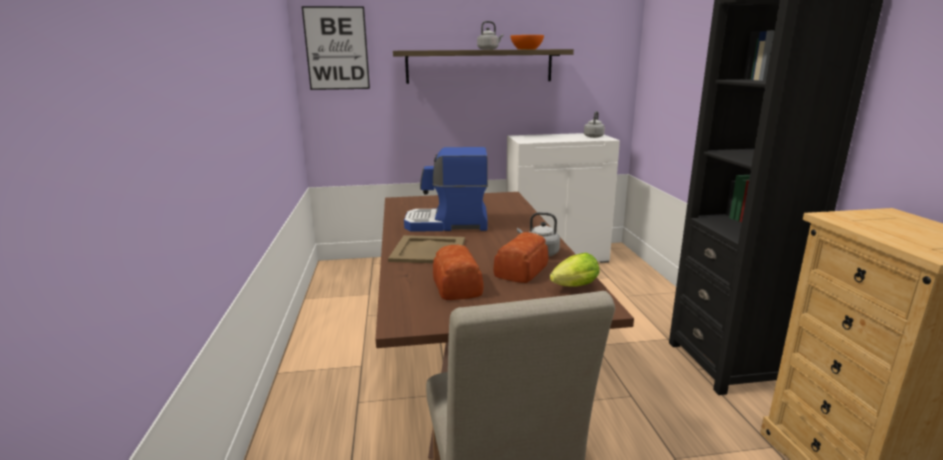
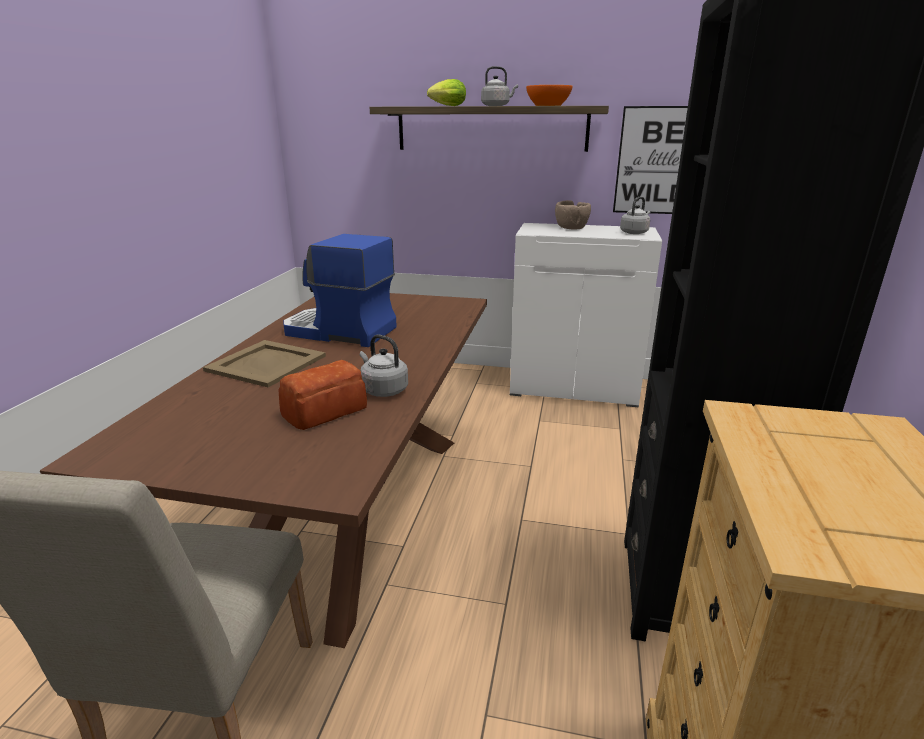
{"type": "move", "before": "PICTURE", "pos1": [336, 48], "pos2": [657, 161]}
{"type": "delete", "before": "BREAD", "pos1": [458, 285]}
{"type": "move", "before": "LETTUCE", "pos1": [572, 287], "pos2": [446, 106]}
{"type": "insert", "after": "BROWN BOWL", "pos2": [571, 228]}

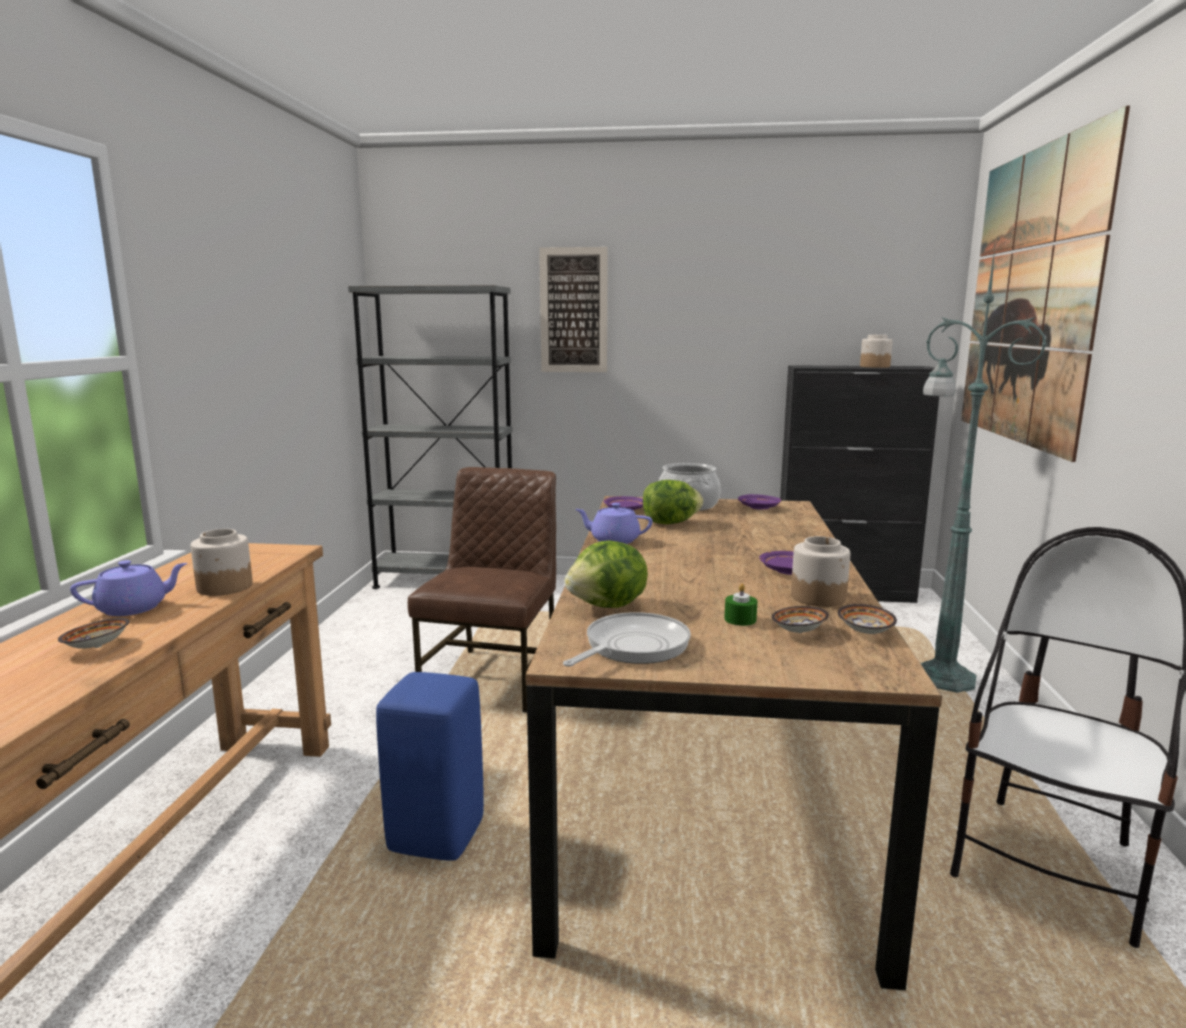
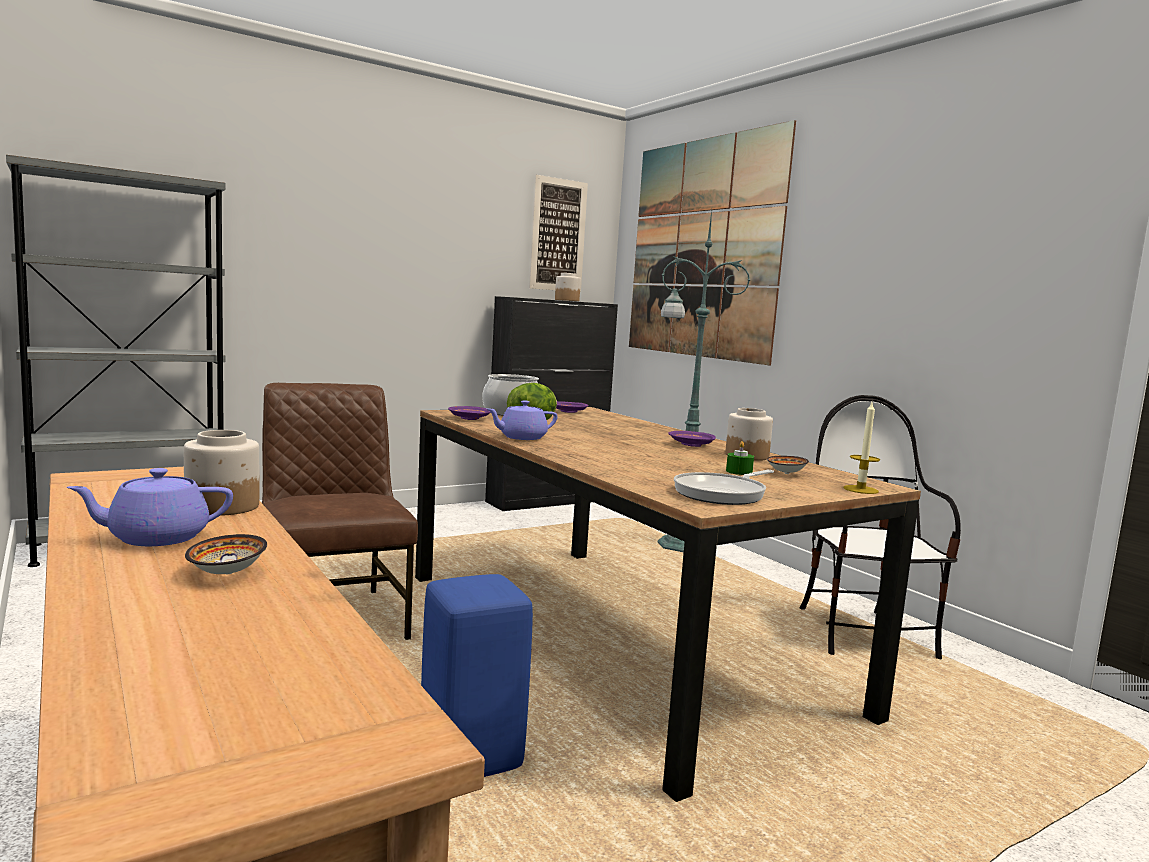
{"type": "move", "before": "PICTURE", "pos1": [573, 310], "pos2": [558, 235]}
{"type": "delete", "before": "LETTUCE", "pos1": [608, 606]}
{"type": "rotate", "before": "PURPLE TEAPOT", "pos1": [134, 608], "pos2": [156, 538], "turn": -135}
{"type": "delete", "before": "BOWL", "pos1": [865, 632]}
{"type": "rotate", "before": "FRYING PAN", "pos1": [632, 647], "pos2": [723, 494], "turn": -135}
{"type": "insert", "after": "CANDLE", "pos2": [860, 489]}

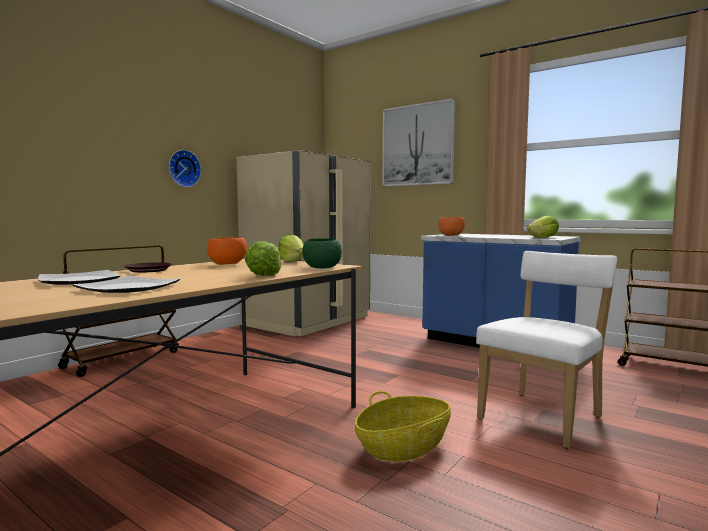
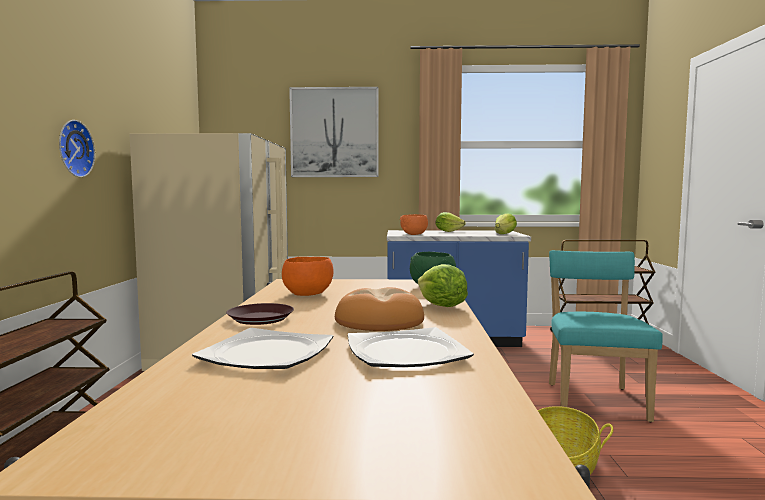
{"type": "move", "before": "LETTUCE", "pos1": [292, 262], "pos2": [448, 231]}
{"type": "recolor", "before": "WHITE CHAIR", "after": "TURQUOISE CHAIR", "pos1": [543, 416], "pos2": [594, 399]}
{"type": "insert", "after": "BREAD", "pos2": [378, 321]}

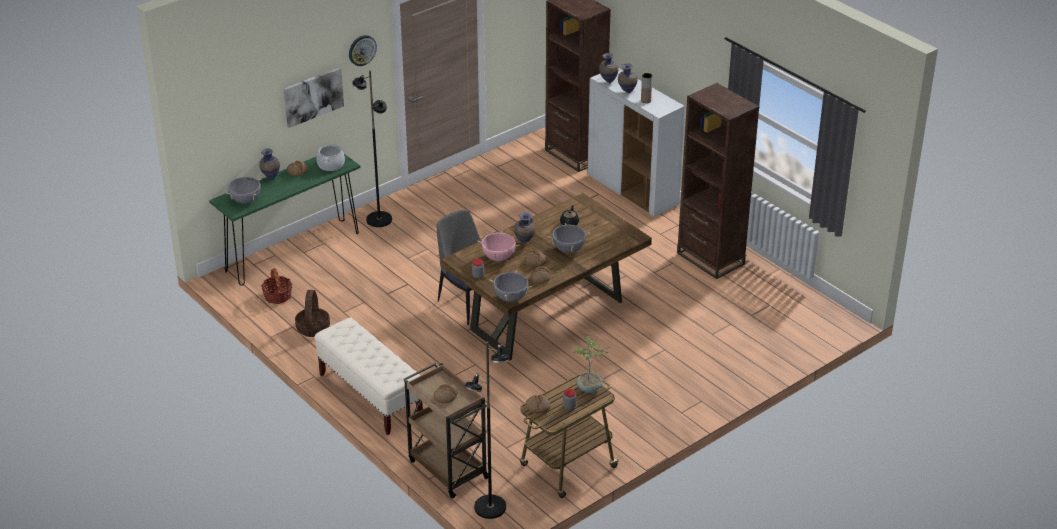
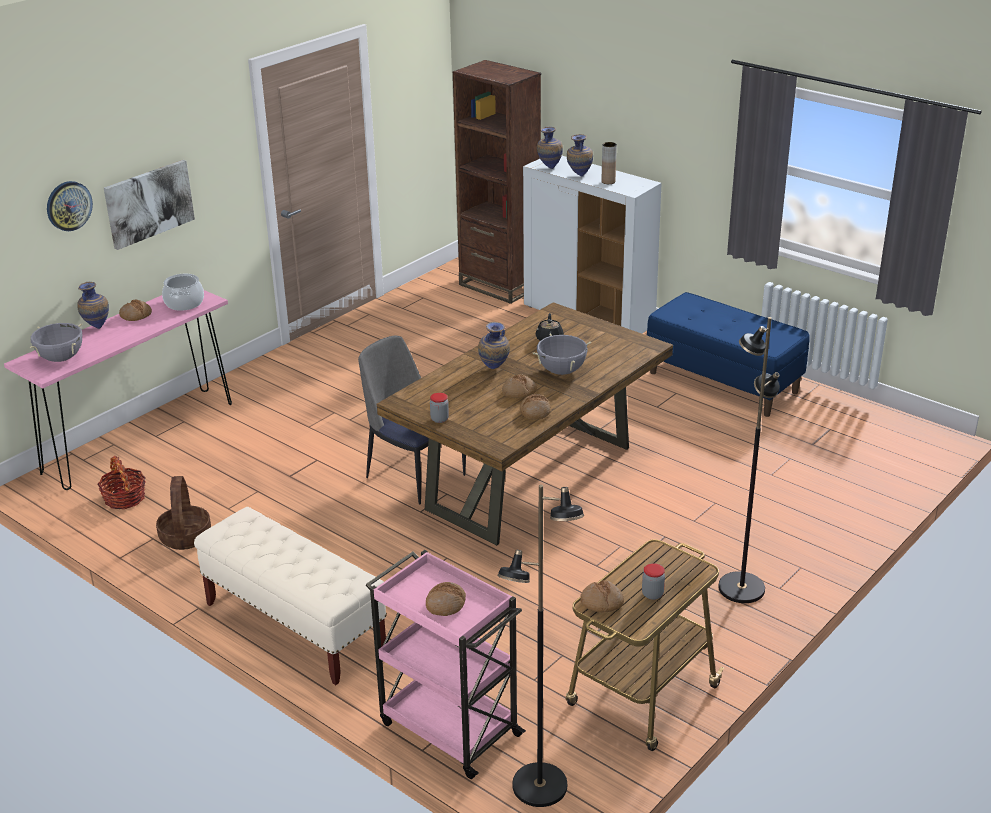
{"type": "move", "before": "WALL CLOCK", "pos1": [362, 50], "pos2": [68, 205]}
{"type": "move", "before": "BLACK FLOOR LAMP", "pos1": [378, 219], "pos2": [740, 588]}
{"type": "replace", "before": "BROWN BOOKCASE", "after": "BLUE BENCH", "pos1": [710, 258], "pos2": [723, 382]}
{"type": "recolor", "before": "GREEN CONSOLE TABLE", "after": "PINK CONSOLE TABLE", "pos1": [292, 252], "pos2": [139, 437]}
{"type": "delete", "before": "PINK COOKING POT", "pos1": [498, 258]}
{"type": "delete", "before": "GREY COOKING POT", "pos1": [511, 298]}
{"type": "delete", "before": "POTTED PLANT", "pos1": [589, 388]}
{"type": "recolor", "before": "BROWN CART", "after": "PINK CART", "pos1": [447, 468], "pos2": [448, 727]}

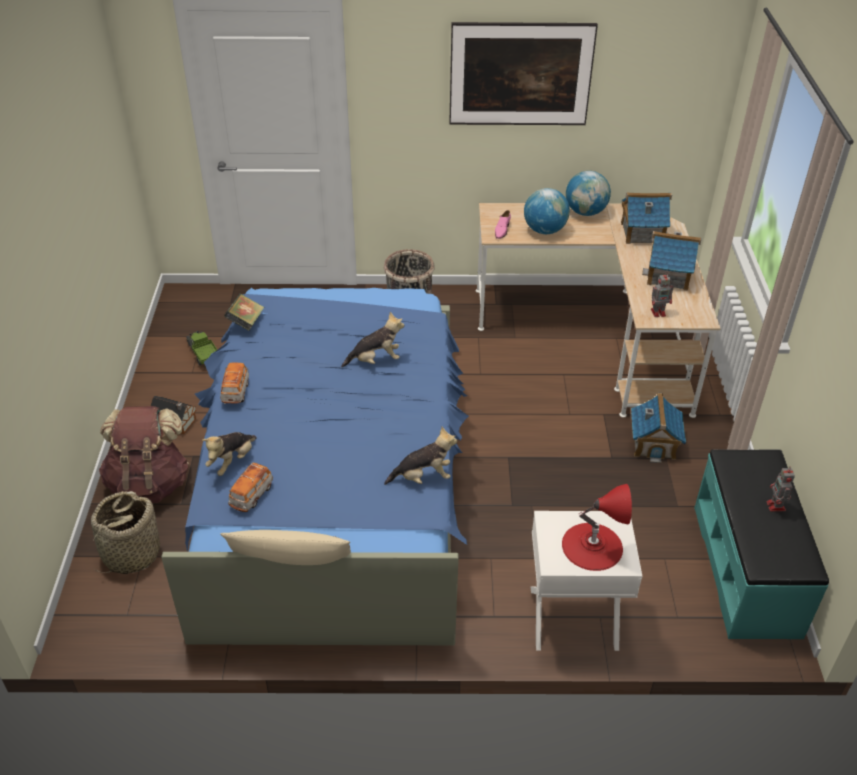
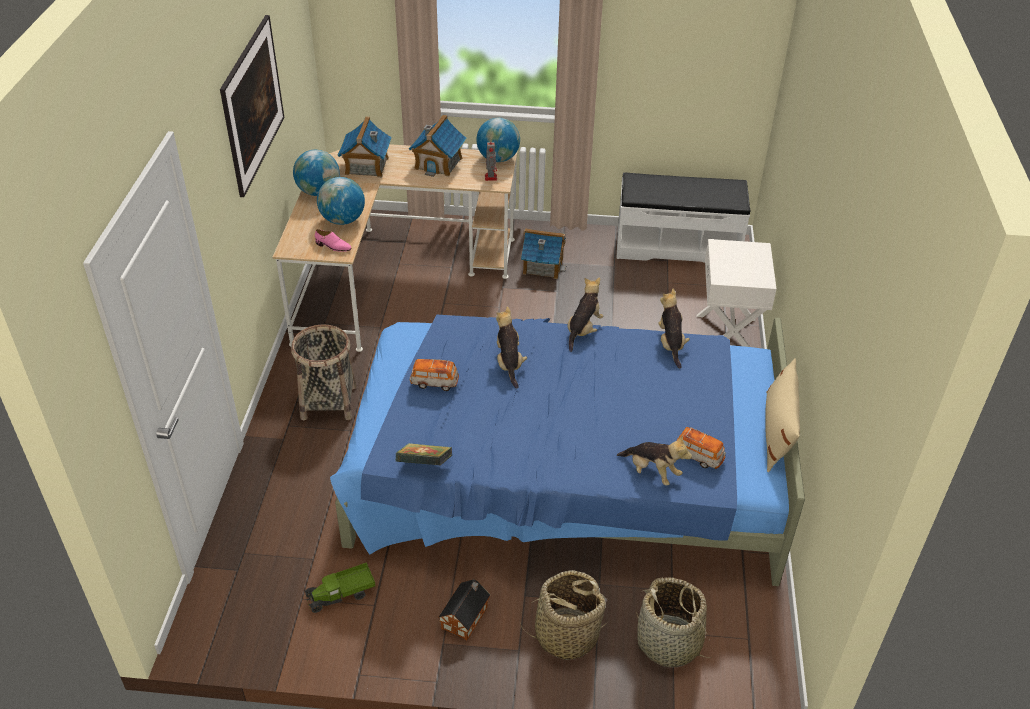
{"type": "move", "before": "TOY CAR", "pos1": [236, 391], "pos2": [434, 383]}
{"type": "replace", "before": "BROWN BACKPACK", "after": "BASKET", "pos1": [150, 484], "pos2": [566, 634]}
{"type": "recolor", "before": "TURQUOISE BENCH", "after": "WHITE BENCH", "pos1": [747, 569], "pos2": [677, 246]}
{"type": "delete", "before": "TOY ROBOT", "pos1": [776, 507]}
{"type": "delete", "before": "RED TABLE LAMP", "pos1": [592, 546]}
{"type": "insert", "after": "GLOBE", "pos2": [498, 158]}
{"type": "insert", "after": "PLUSH TOY", "pos2": [583, 330]}

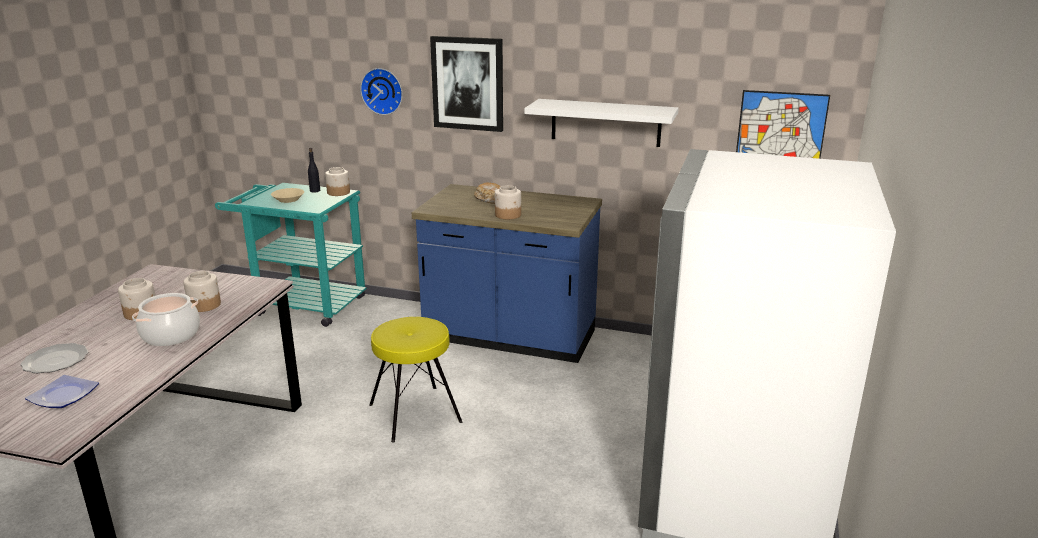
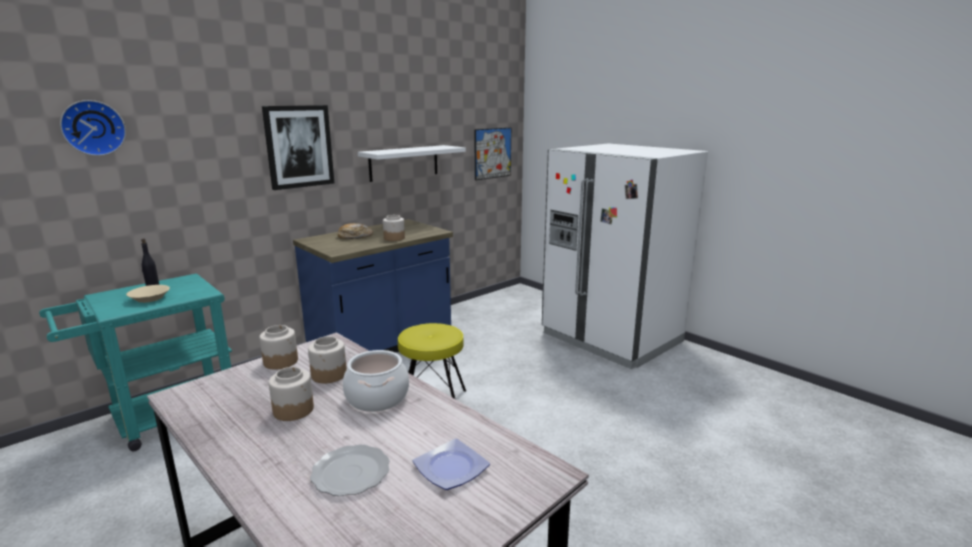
{"type": "move", "before": "WALL CLOCK", "pos1": [383, 91], "pos2": [93, 128]}
{"type": "move", "before": "JAR", "pos1": [339, 192], "pos2": [281, 361]}

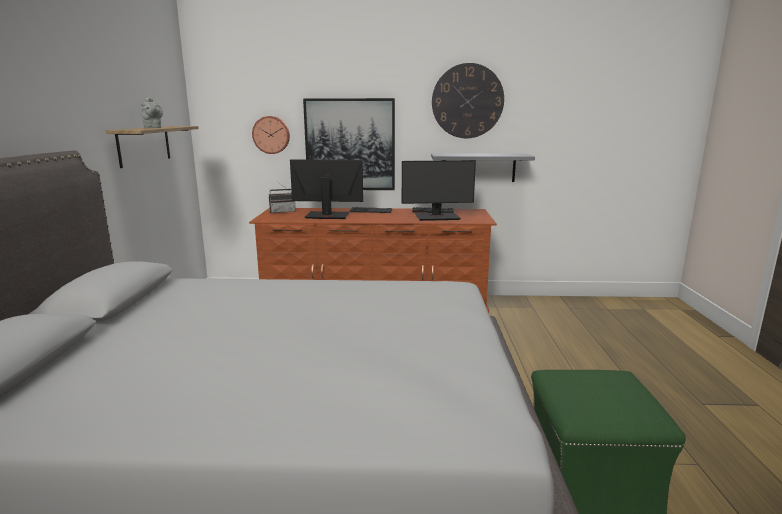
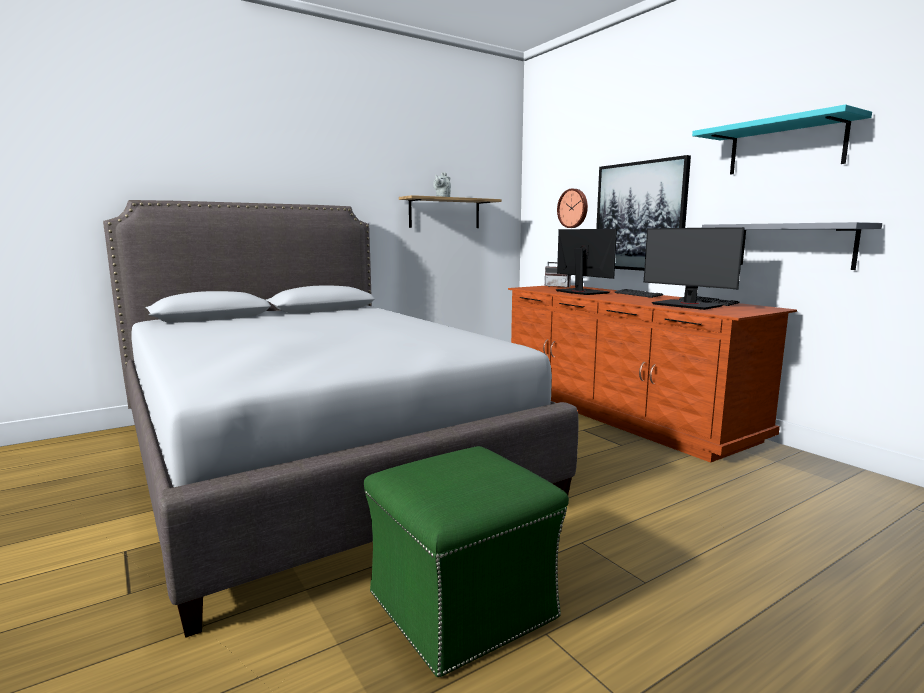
{"type": "replace", "before": "WALL CLOCK", "after": "TURQUOISE SHELF", "pos1": [467, 101], "pos2": [785, 147]}

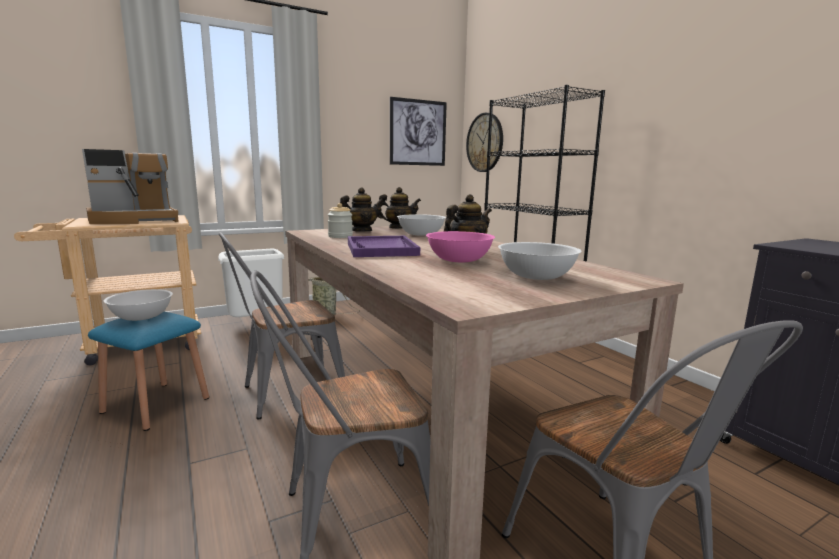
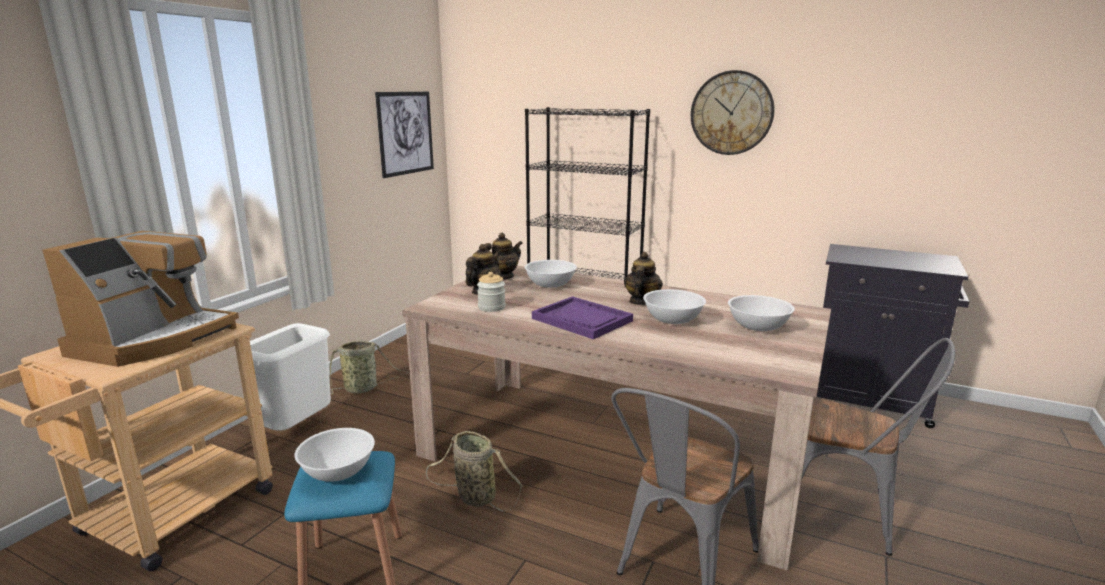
{"type": "move", "before": "WALL CLOCK", "pos1": [485, 142], "pos2": [731, 113]}
{"type": "recolor", "before": "PINK BOWL", "after": "WHITE BOWL", "pos1": [459, 260], "pos2": [673, 319]}
{"type": "replace", "before": "GREY CHAIR", "after": "BASKET", "pos1": [285, 394], "pos2": [473, 496]}

